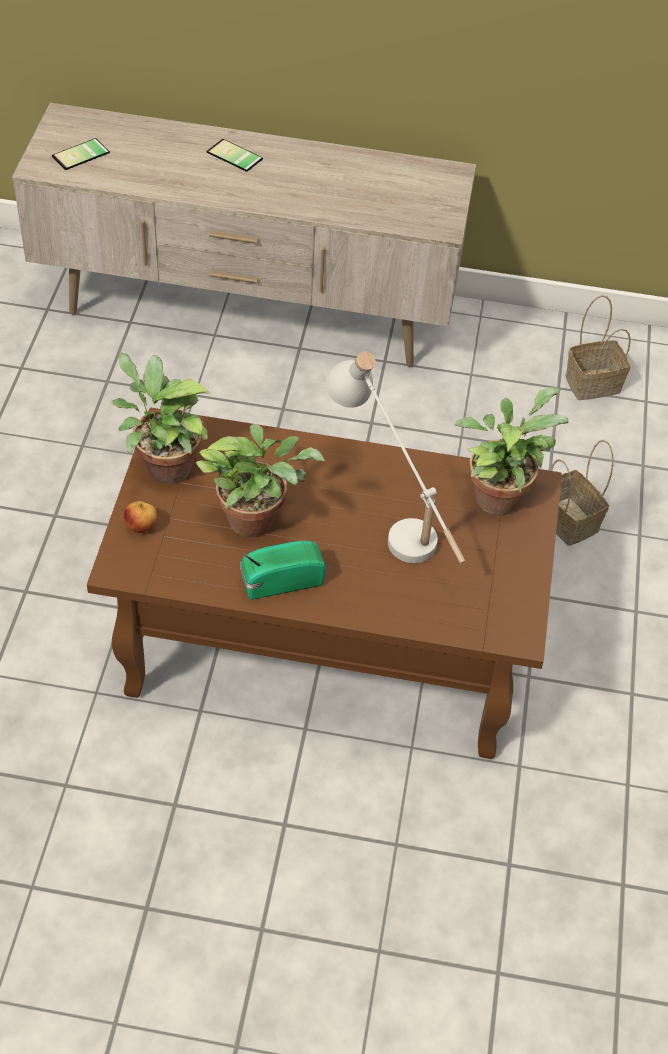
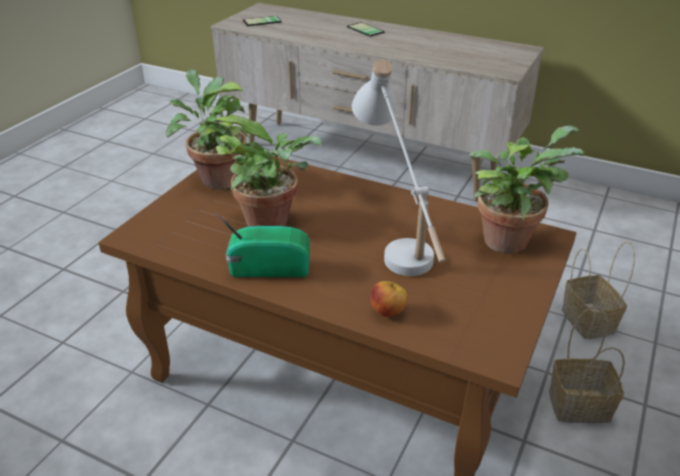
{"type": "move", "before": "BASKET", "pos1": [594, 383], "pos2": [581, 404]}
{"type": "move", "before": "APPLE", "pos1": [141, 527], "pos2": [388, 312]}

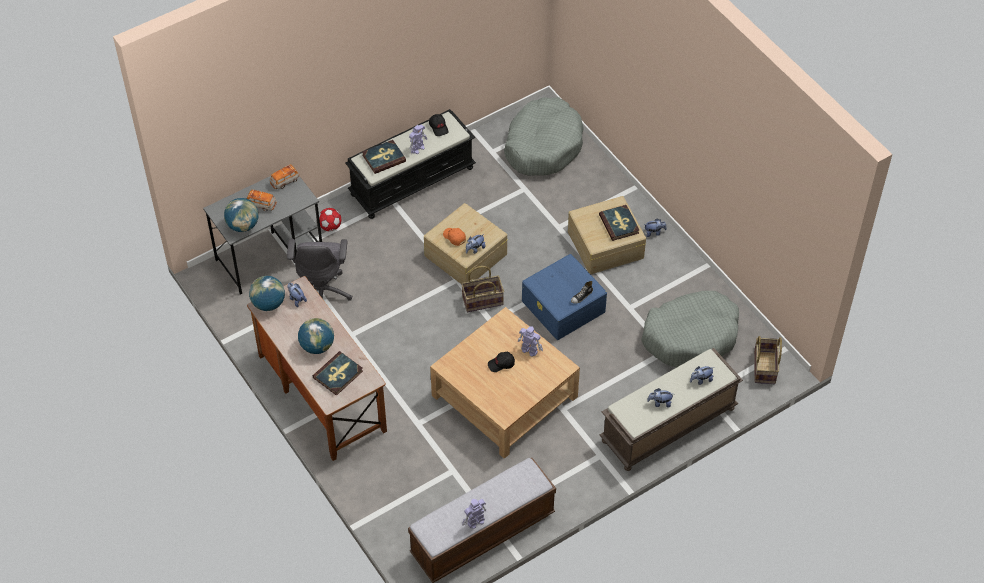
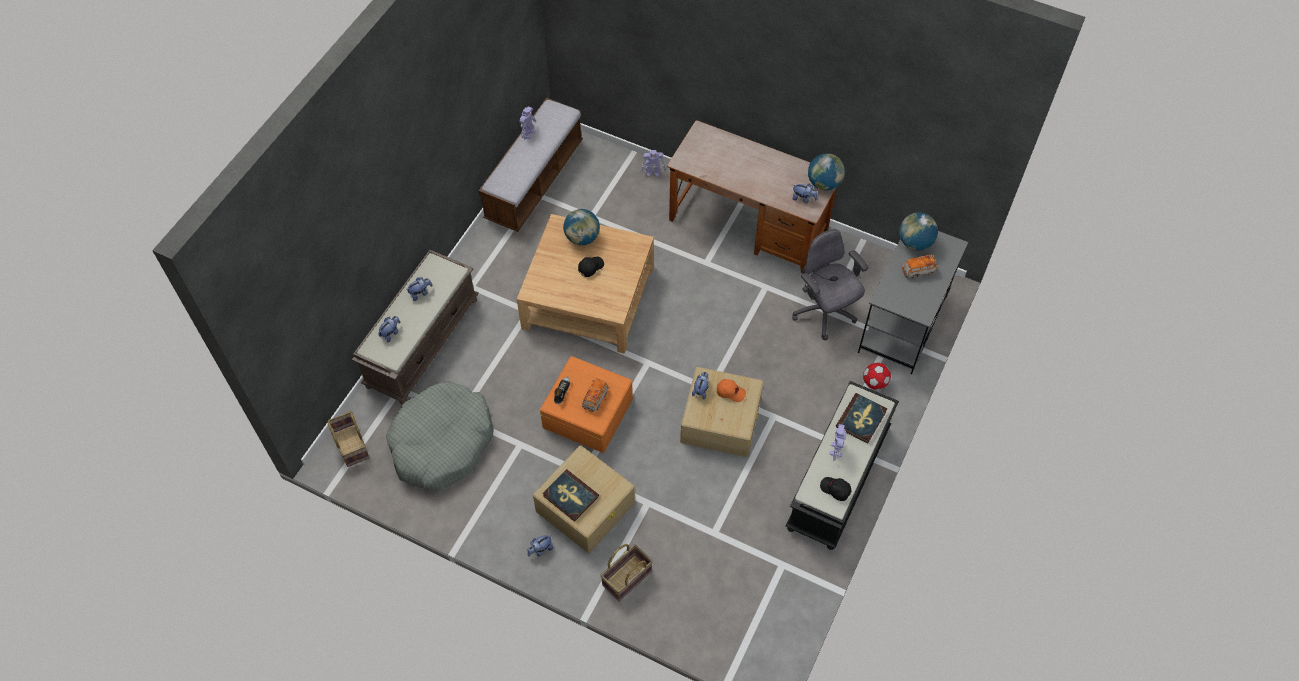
{"type": "delete", "before": "GREY DOG BED", "pos1": [543, 145]}
{"type": "move", "before": "TOY CAR", "pos1": [285, 181], "pos2": [595, 398]}
{"type": "recolor", "before": "BLUE STORAGE BOX", "after": "ORANGE STORAGE BOX", "pos1": [563, 306], "pos2": [587, 412]}
{"type": "move", "before": "BASKET", "pos1": [482, 300], "pos2": [627, 579]}
{"type": "move", "before": "GLOBE", "pos1": [317, 346], "pos2": [582, 238]}
{"type": "move", "before": "TOY ROBOT", "pos1": [529, 350], "pos2": [653, 172]}
{"type": "delete", "before": "BOOK", "pos1": [338, 374]}

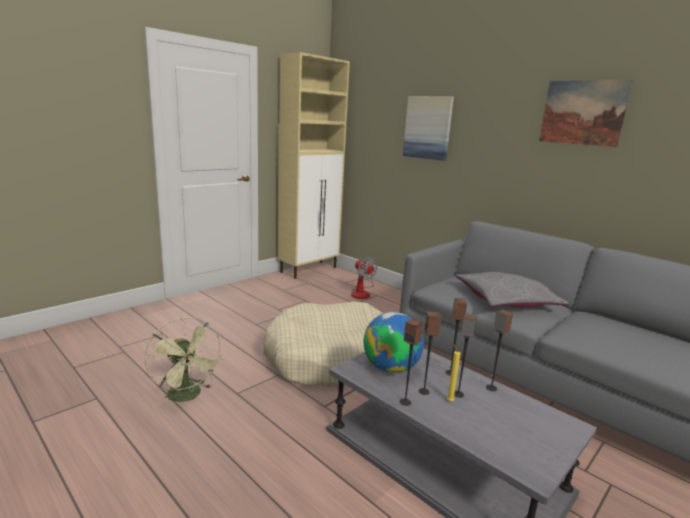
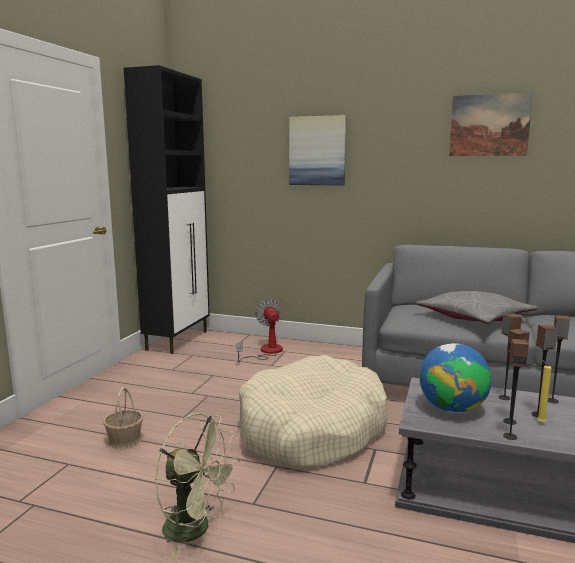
{"type": "recolor", "before": "BEIGE CABINET", "after": "BLACK CABINET", "pos1": [309, 269], "pos2": [178, 340]}
{"type": "rotate", "before": "FAN", "pos1": [362, 292], "pos2": [266, 352], "turn": -135}
{"type": "insert", "after": "BASKET", "pos2": [124, 441]}

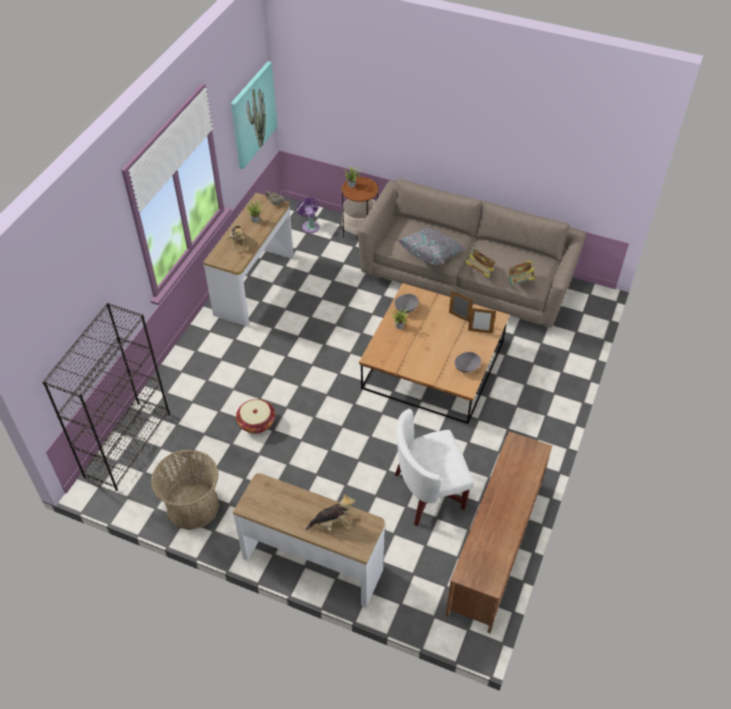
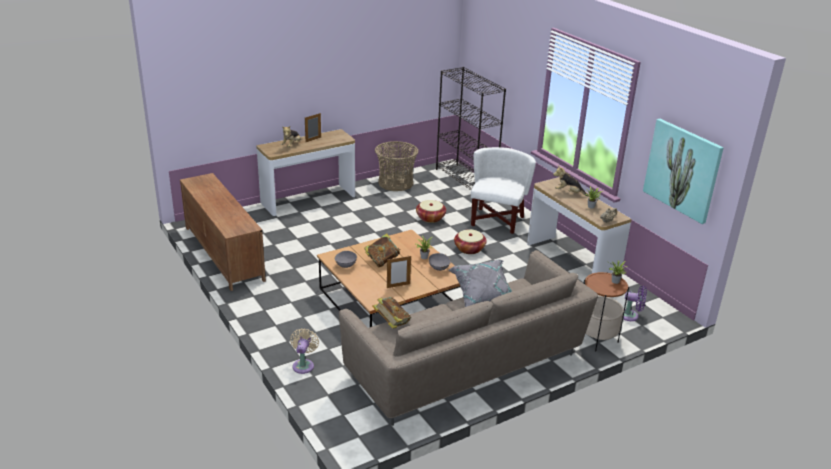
{"type": "move", "before": "BOOK", "pos1": [479, 271], "pos2": [382, 261]}
{"type": "move", "before": "PICTURE FRAME", "pos1": [480, 331], "pos2": [313, 140]}
{"type": "move", "before": "WHITE ARMCHAIR", "pos1": [428, 492], "pos2": [497, 221]}
{"type": "insert", "after": "BASKET", "pos2": [469, 249]}
{"type": "insert", "after": "BEIGE FAN", "pos2": [303, 365]}

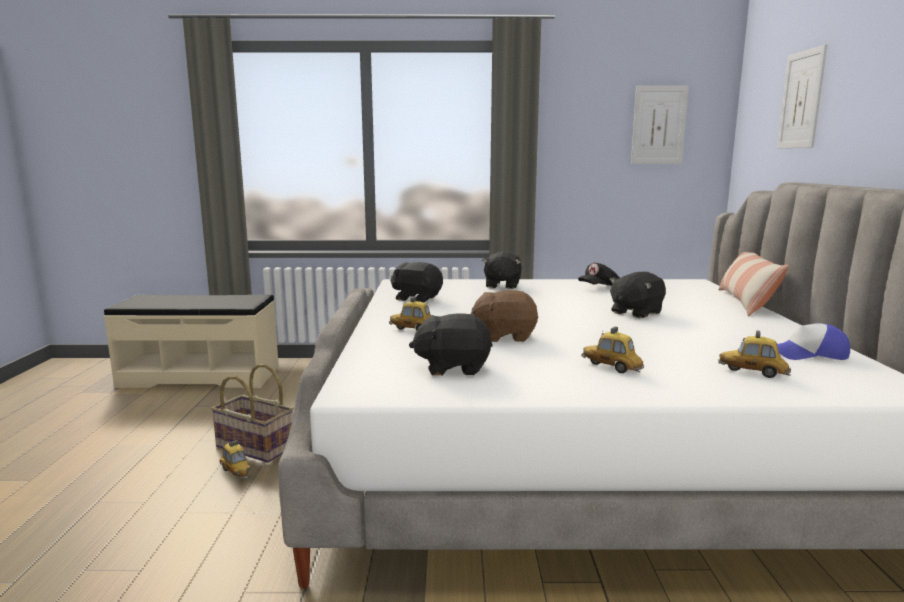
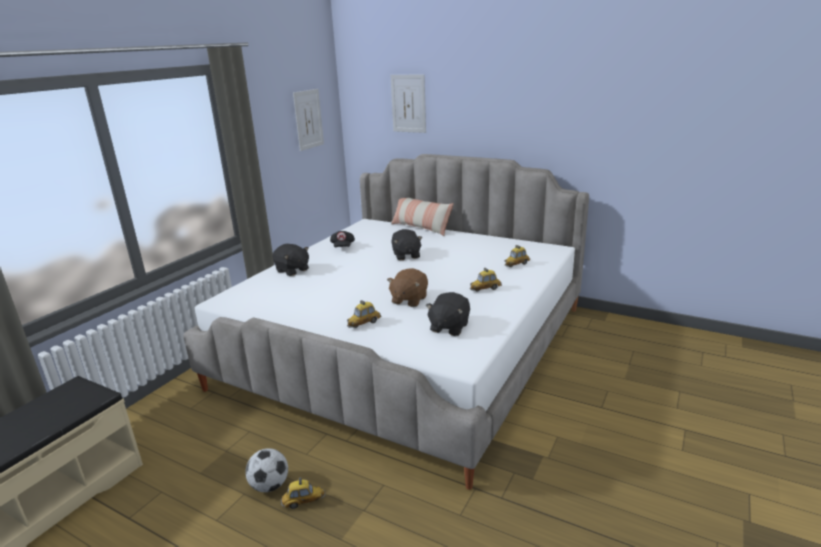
{"type": "delete", "before": "BLACK PLUSH TOY", "pos1": [417, 298]}
{"type": "delete", "before": "CAP", "pos1": [809, 354]}
{"type": "replace", "before": "BASKET", "after": "FOOTBALL", "pos1": [254, 447], "pos2": [270, 485]}

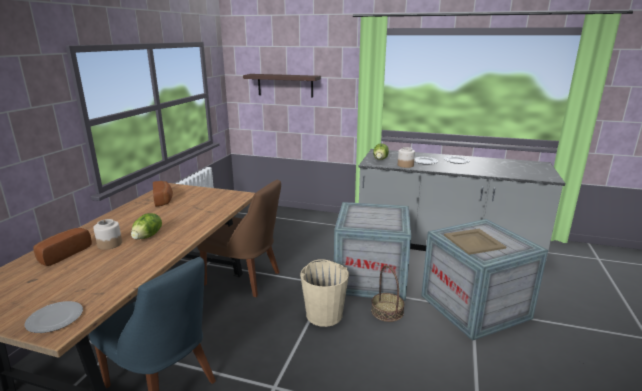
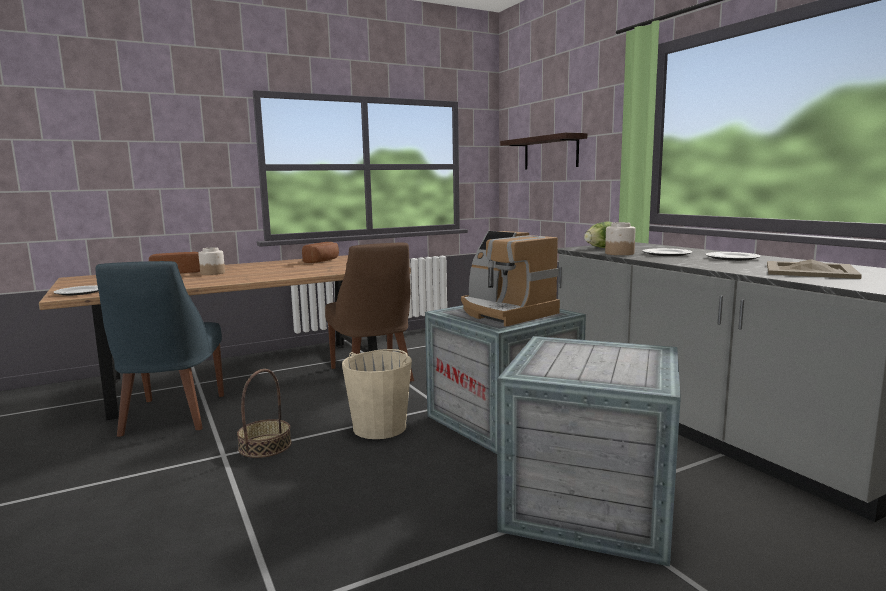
{"type": "delete", "before": "LETTUCE", "pos1": [148, 236]}
{"type": "move", "before": "BEIGE TRAY", "pos1": [473, 241], "pos2": [809, 270]}
{"type": "move", "before": "BASKET", "pos1": [387, 311], "pos2": [265, 446]}
{"type": "insert", "after": "COFFEE MACHINE", "pos2": [504, 313]}

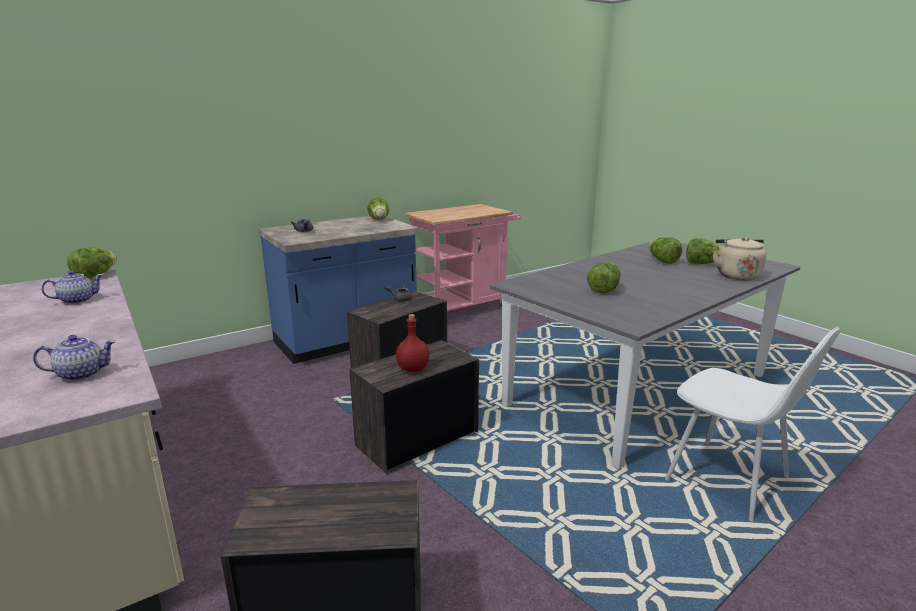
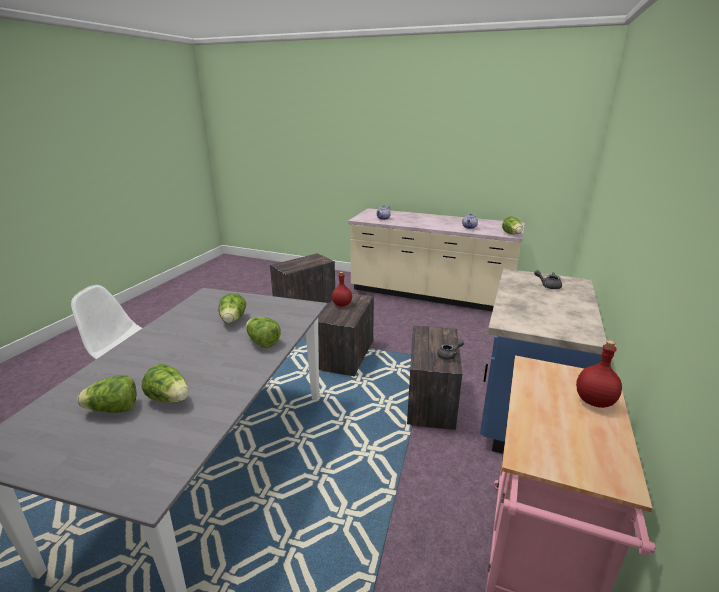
{"type": "move", "before": "LETTUCE", "pos1": [379, 220], "pos2": [262, 342]}
{"type": "delete", "before": "BEIGE KETTLE", "pos1": [736, 275]}
{"type": "insert", "after": "RED BOTTLE", "pos2": [593, 401]}

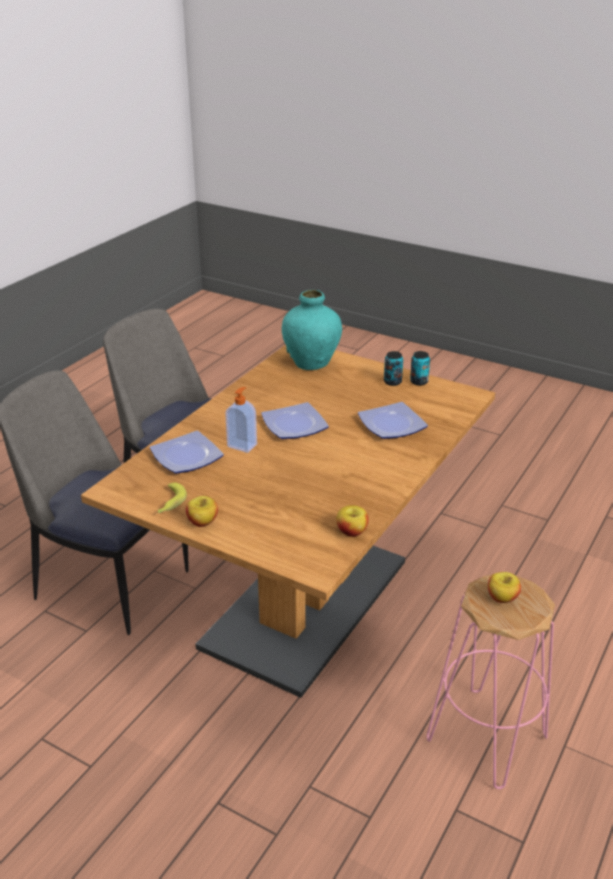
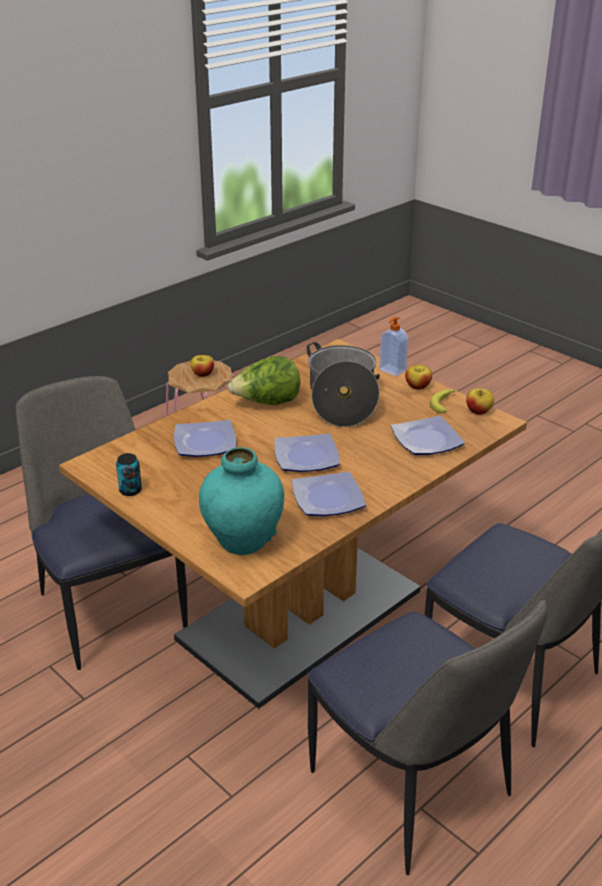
{"type": "delete", "before": "CAN", "pos1": [392, 382]}
{"type": "move", "before": "SOAP DISPENSER", "pos1": [242, 445], "pos2": [392, 370]}
{"type": "move", "before": "APPLE", "pos1": [352, 531], "pos2": [478, 411]}
{"type": "insert", "after": "COOKING POT", "pos2": [342, 400]}
{"type": "insert", "after": "LETTUCE", "pos2": [267, 403]}
{"type": "insert", "after": "CHAIR", "pos2": [112, 609]}
{"type": "insert", "after": "PLATE", "pos2": [327, 500]}

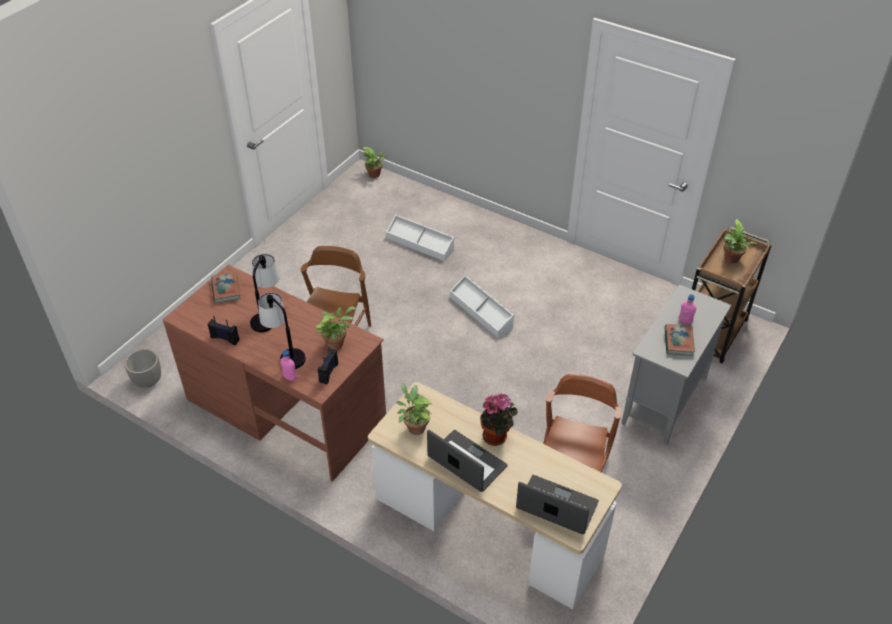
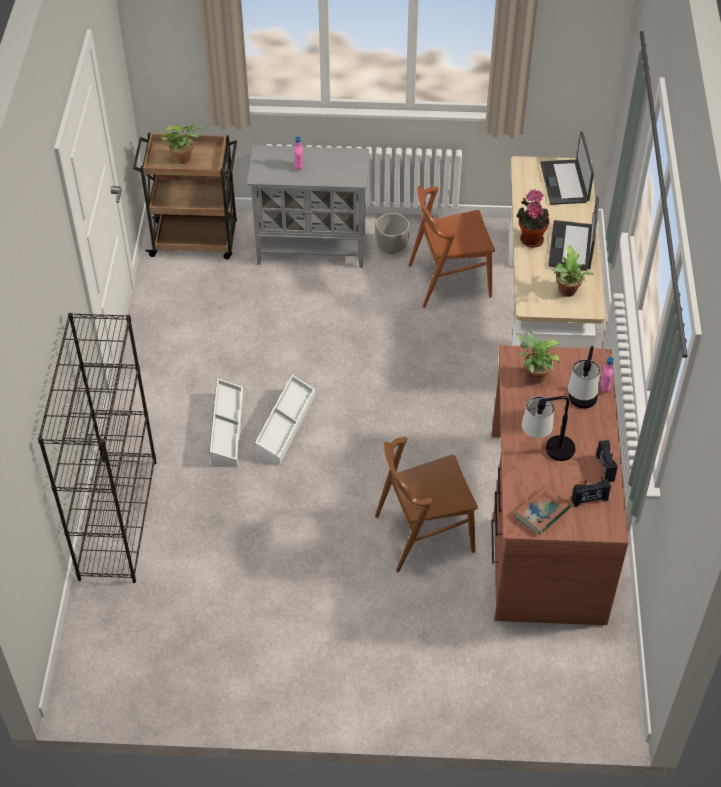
{"type": "delete", "before": "POTTED PLANT", "pos1": [375, 175]}
{"type": "move", "before": "WHITE STORAGE BOX", "pos1": [420, 244], "pos2": [226, 429]}
{"type": "delete", "before": "BOOK", "pos1": [678, 342]}
{"type": "move", "before": "RADIO", "pos1": [328, 372], "pos2": [589, 500]}
{"type": "move", "before": "PLANTER", "pos1": [148, 380], "pos2": [391, 248]}
{"type": "insert", "after": "BLACK BOOKCASE", "pos2": [118, 518]}

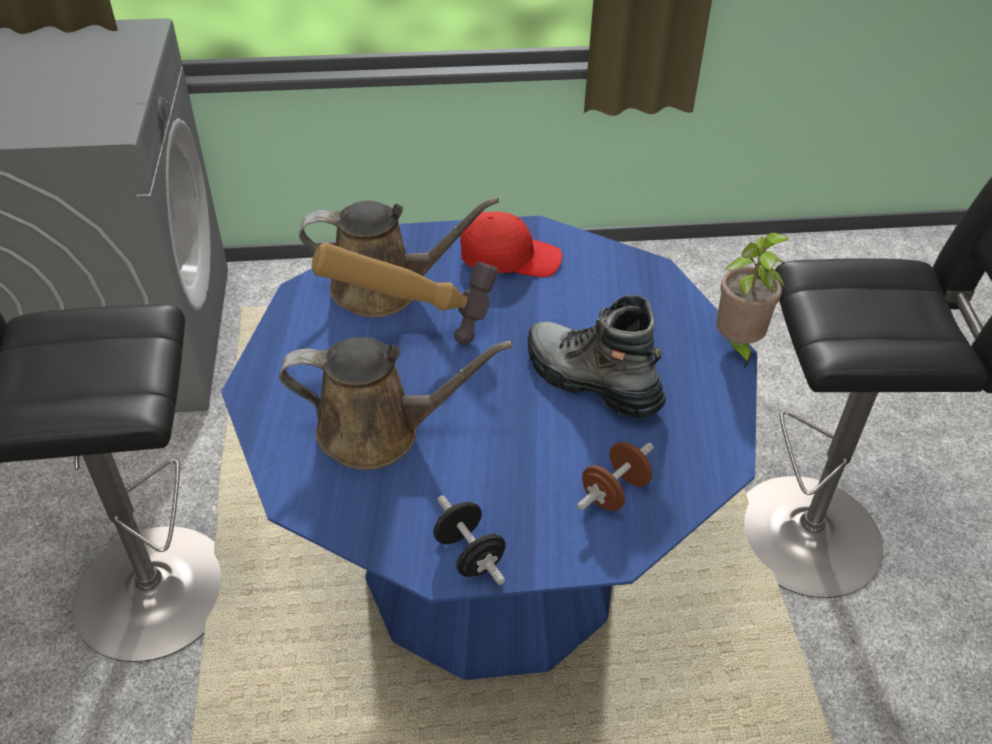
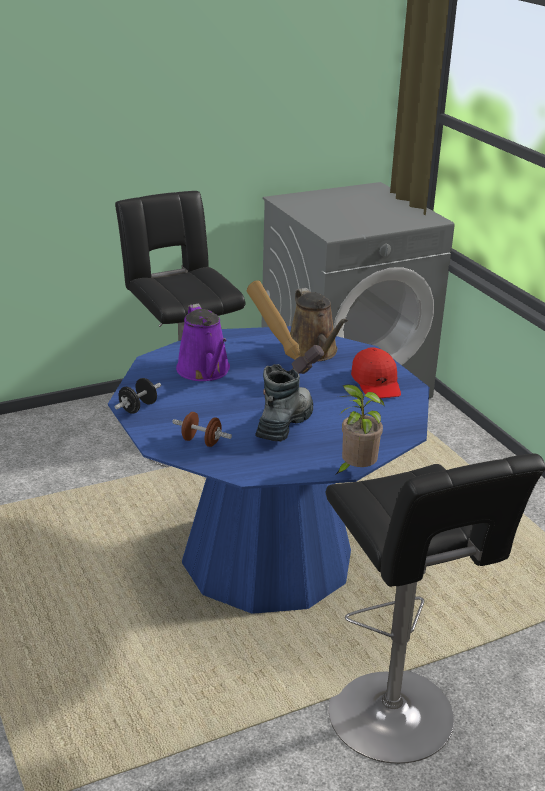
{"type": "recolor", "before": "BROWN WATERING CAN", "after": "PURPLE WATERING CAN", "pos1": [379, 432], "pos2": [205, 371]}

